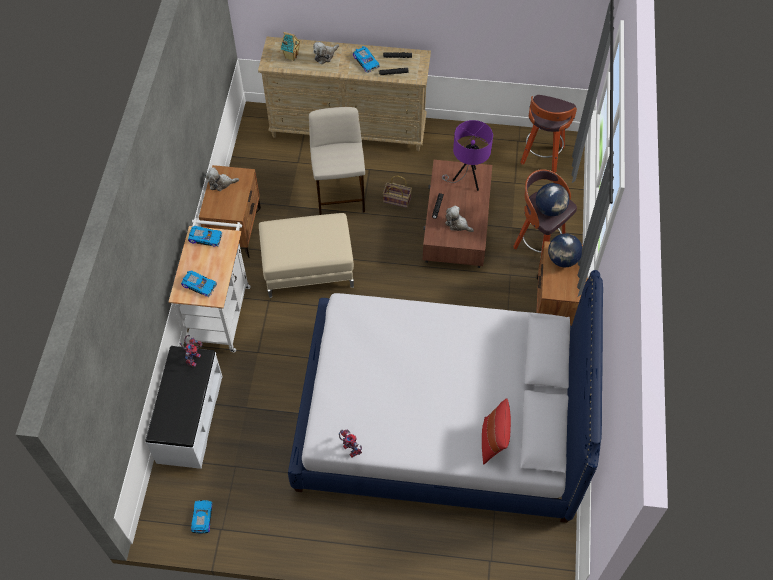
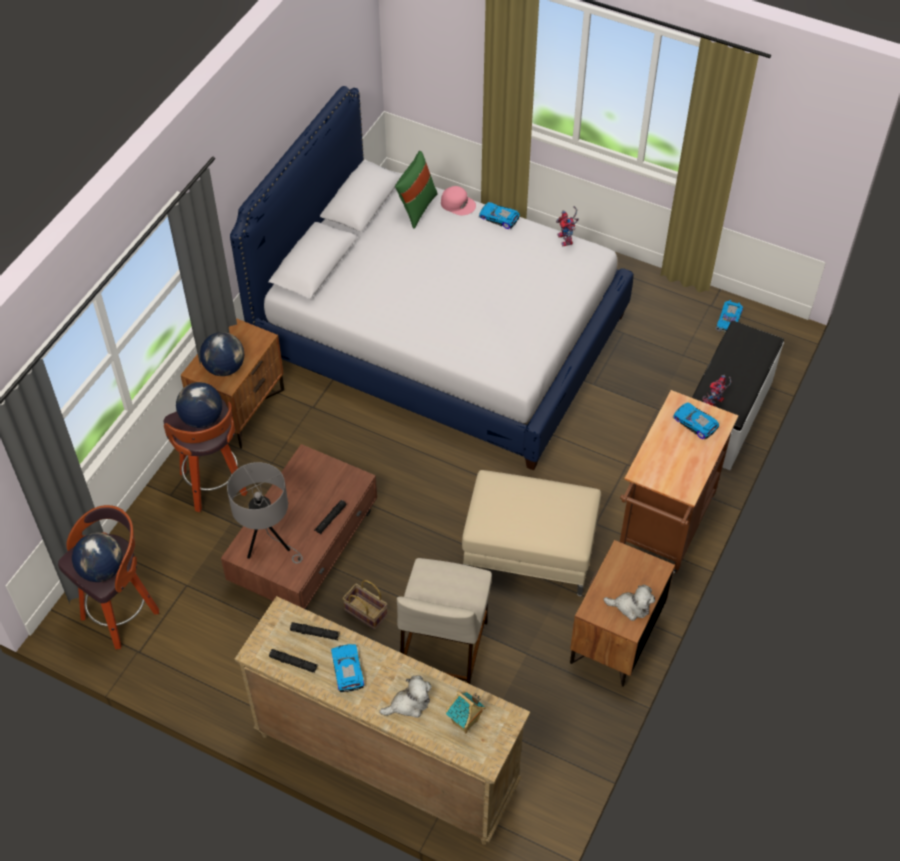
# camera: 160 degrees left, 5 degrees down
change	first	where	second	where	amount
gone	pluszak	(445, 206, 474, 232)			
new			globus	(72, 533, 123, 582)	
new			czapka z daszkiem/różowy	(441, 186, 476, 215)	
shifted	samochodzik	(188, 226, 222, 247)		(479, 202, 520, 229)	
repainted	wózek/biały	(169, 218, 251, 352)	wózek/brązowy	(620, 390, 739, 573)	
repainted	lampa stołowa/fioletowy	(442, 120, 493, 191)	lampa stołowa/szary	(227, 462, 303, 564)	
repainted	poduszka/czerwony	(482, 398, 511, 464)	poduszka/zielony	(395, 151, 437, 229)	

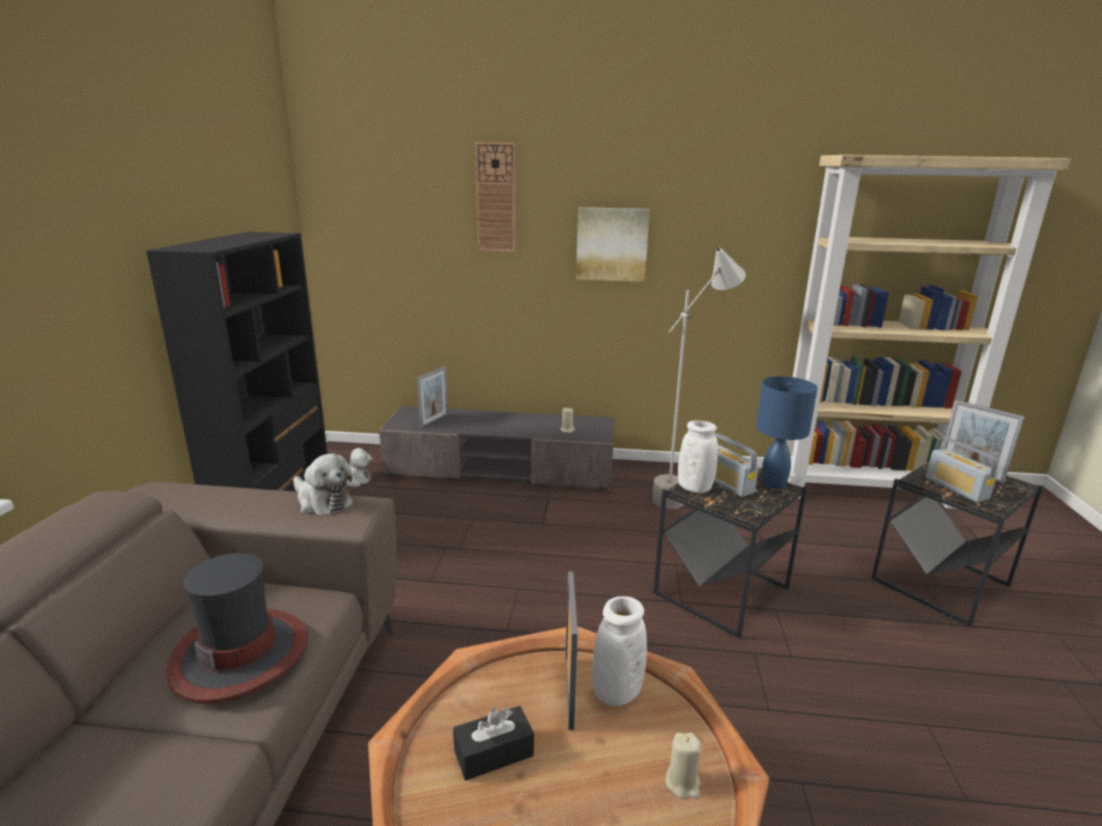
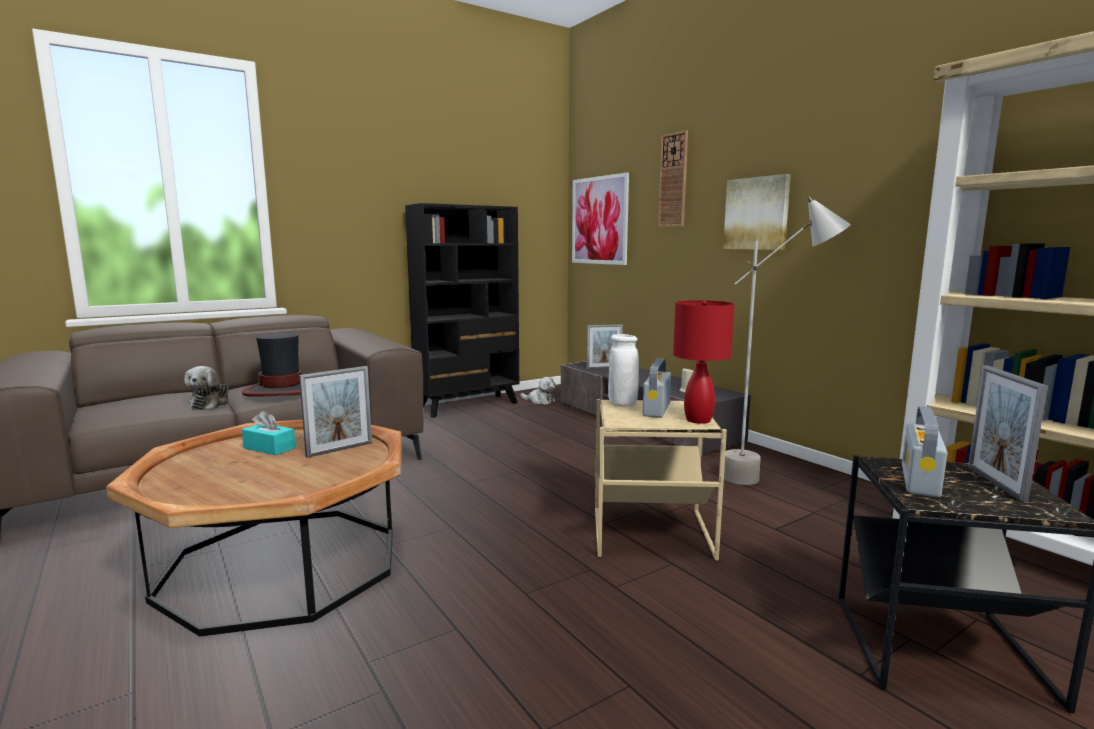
# camera: 50 degrees right, 10 degrees down
change	first	where	second	where	amount
gone	wazon/biały	(592, 596, 647, 706)			
gone	świeca/beżowy	(666, 733, 701, 799)			
new			obraz	(572, 173, 629, 265)	
shifted	pluszak	(294, 454, 353, 515)		(184, 366, 229, 410)	
repainted	pudełko chusteczek/czarny	(453, 706, 534, 781)	pudełko chusteczek/turkusowy	(242, 410, 296, 455)	
repainted	stolik/czarny	(653, 472, 807, 638)	stolik/beżowy	(595, 399, 727, 560)	
repainted	lampa stołowa/niebieski	(756, 376, 818, 489)	lampa stołowa/czerwony	(673, 300, 734, 424)	

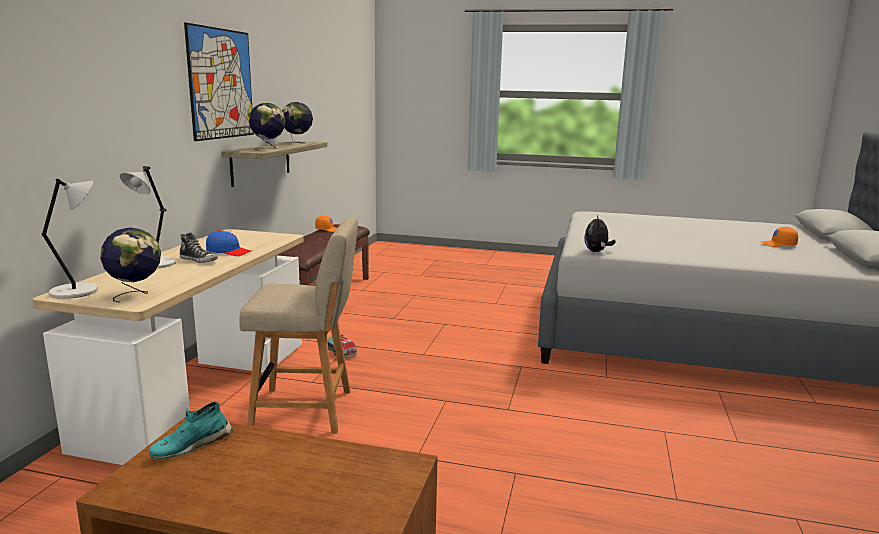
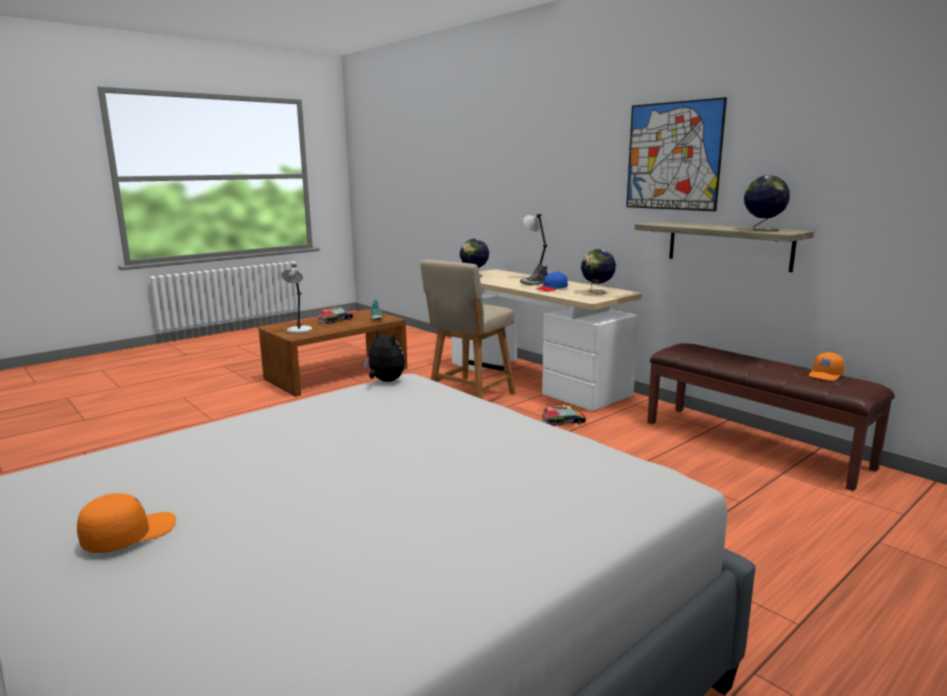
# camera: 125 degrees right, 0 degrees up
change	first	where	second	where	amount
new			ciężarówka zabawkowa	(318, 307, 353, 324)	
shifted	lampa stołowa/szary	(42, 178, 98, 299)		(281, 264, 312, 333)	
shifted	globus	(249, 103, 286, 150)		(581, 249, 616, 294)	

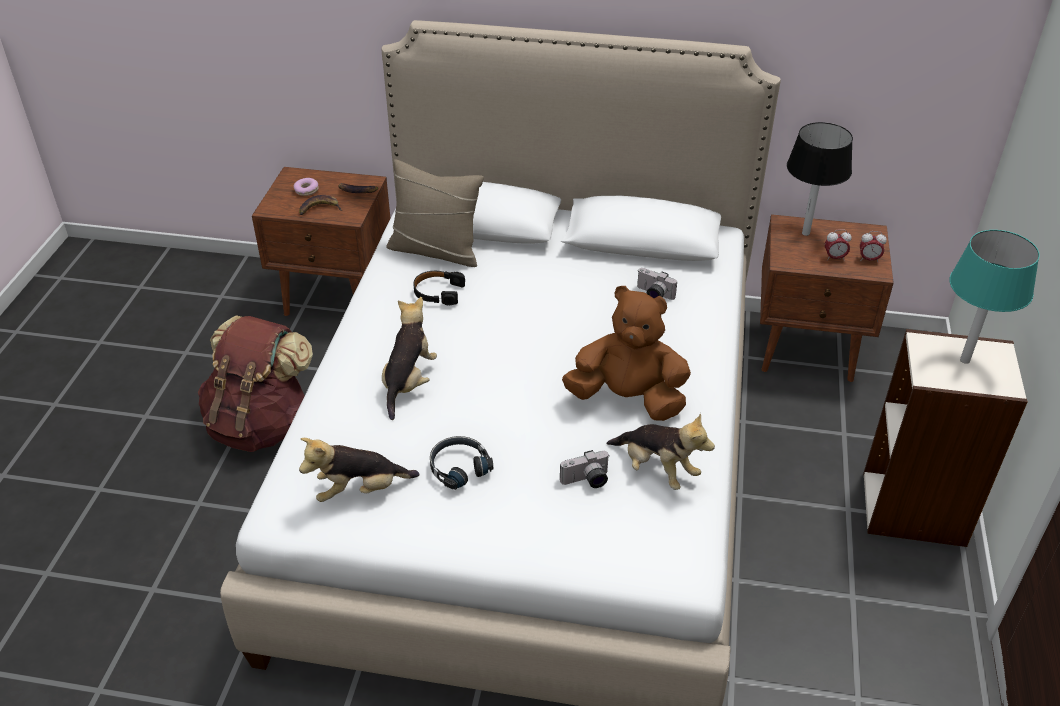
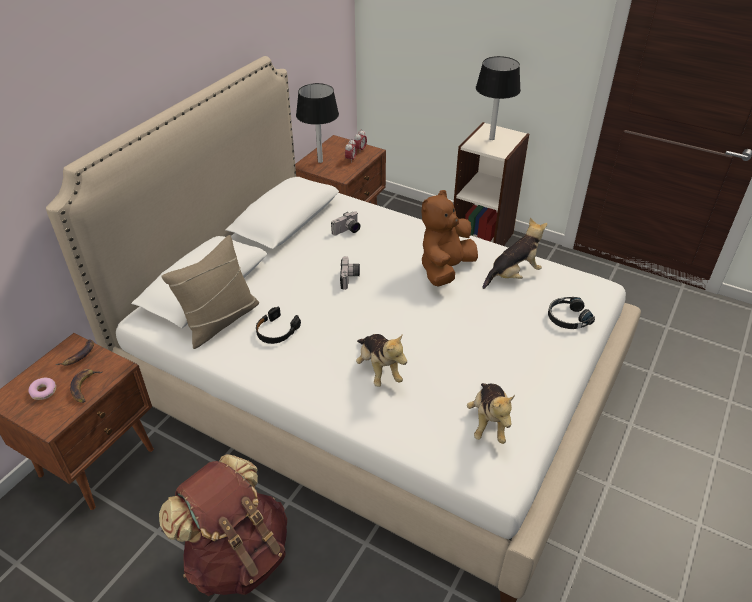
# camera: 70 degrees left, 0 degrees up
change	first	where	second	where	amount
shifted	słuchawki/czarny	(430, 436, 493, 490)		(548, 297, 595, 329)	
shifted	aparat fotograficzny	(560, 450, 609, 488)		(340, 256, 360, 290)	
repainted	lampa stołowa/turkusowy	(949, 230, 1040, 364)	lampa stołowa/czarny	(476, 56, 521, 140)	
rotated	pluszak	(382, 297, 437, 420)		(356, 334, 407, 387)	150 degrees counterclockwise

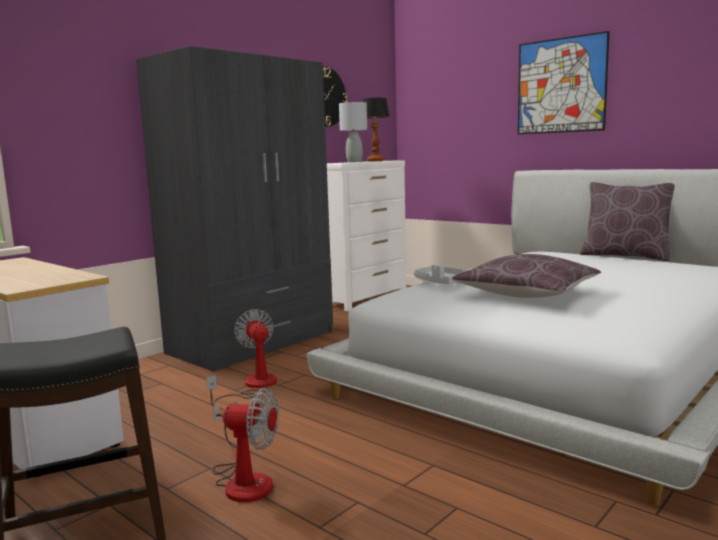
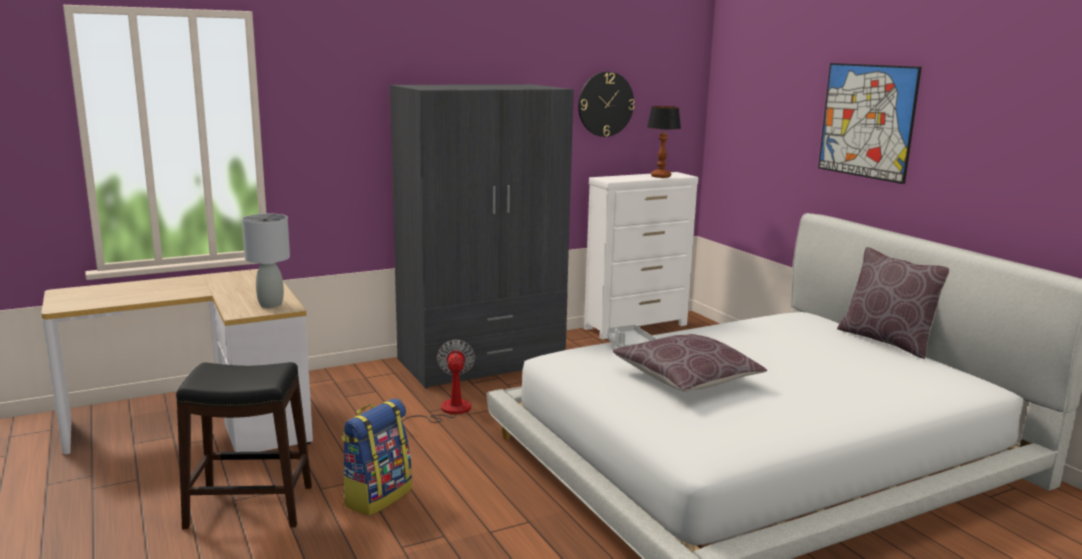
# camera: 20 degrees right, 5 degrees up
change	first	where	second	where	amount
shifted	lampa stołowa/szary	(339, 102, 367, 163)		(242, 214, 290, 308)	
swapped	wentylator	(212, 388, 279, 502)	plecak	(341, 399, 412, 516)	

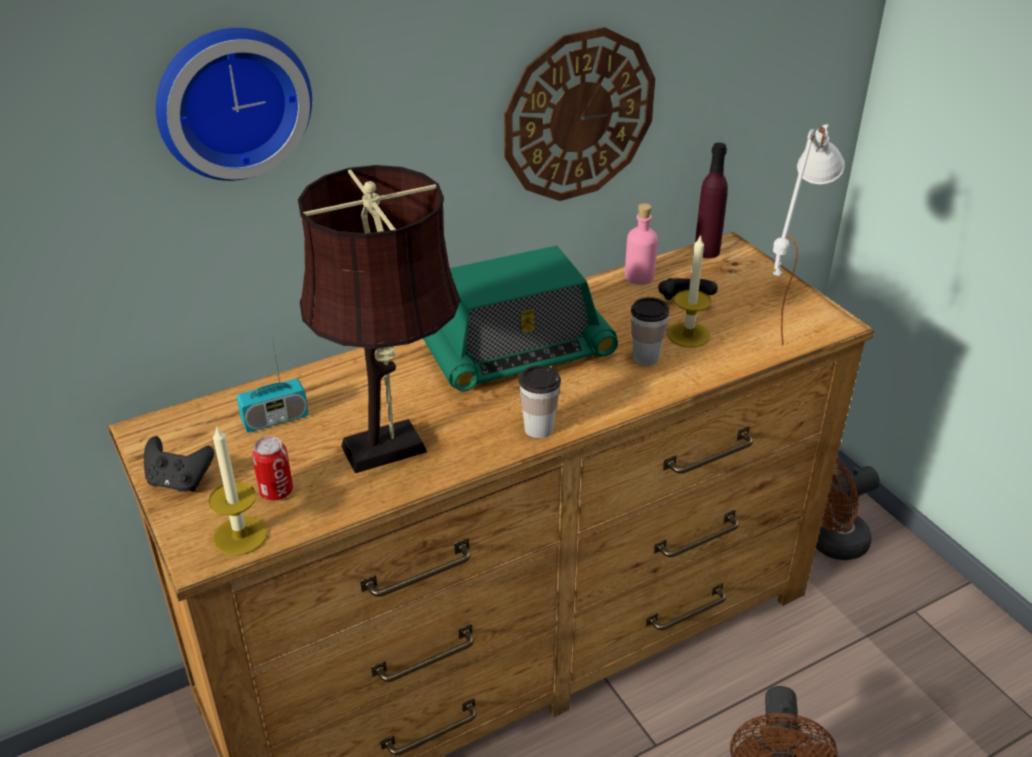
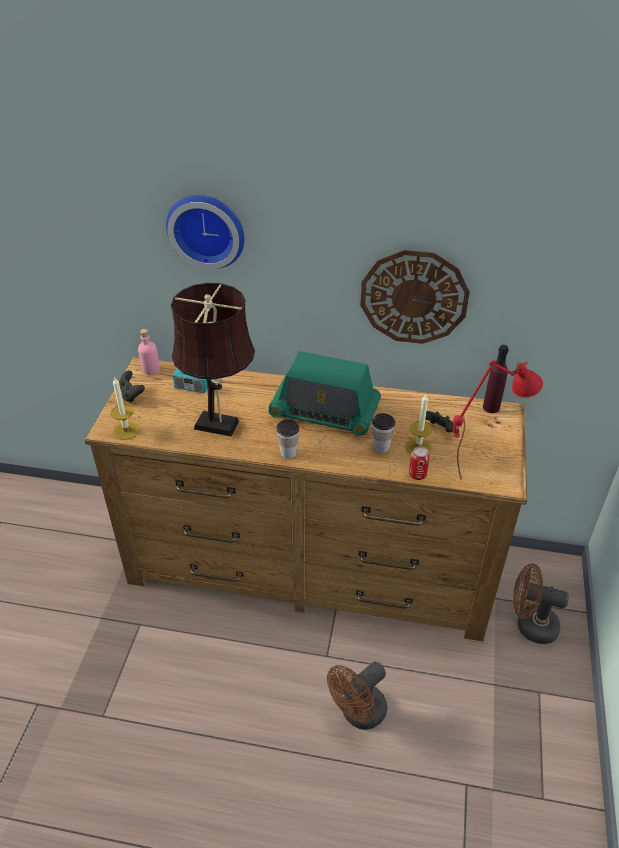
# camera: 40 degrees right, 5 degrees up
change	first	where	second	where	amount
shifted	puszka	(252, 436, 293, 501)		(409, 446, 430, 480)	
shifted	butelka/różowy	(625, 203, 658, 285)		(138, 329, 160, 375)	
repainted	lampa stołowa/biały	(773, 124, 845, 346)	lampa stołowa/czerwony	(452, 360, 543, 479)	

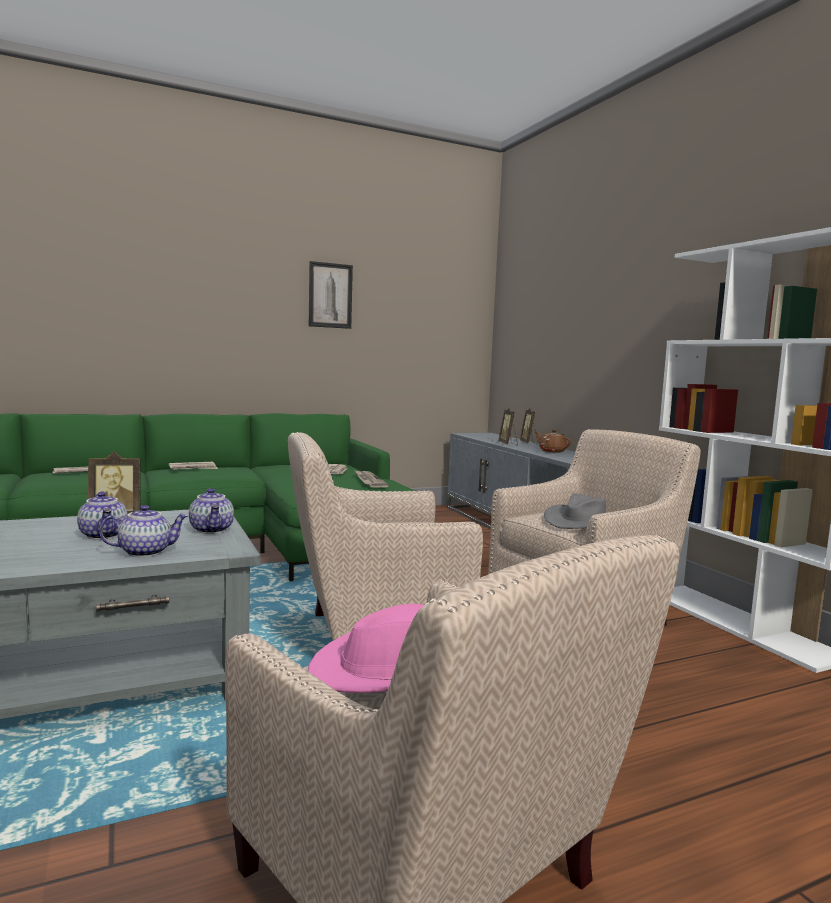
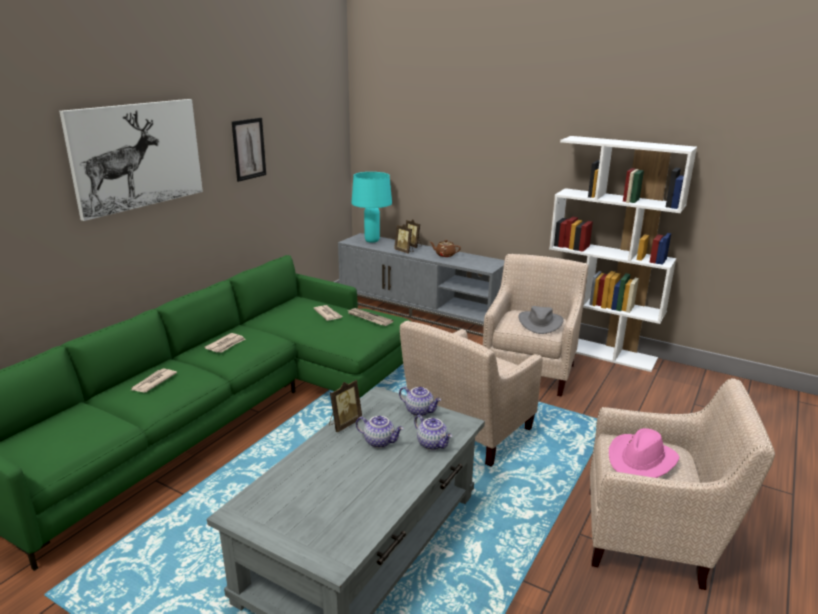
# camera: 35 degrees left, 15 degrees up
change	first	where	second	where	amount
new			obraz	(59, 99, 203, 221)	
new			lampa stołowa/turkusowy	(351, 172, 392, 243)	
rotated	imbryk	(99, 505, 188, 557)		(414, 415, 452, 450)	105 degrees clockwise

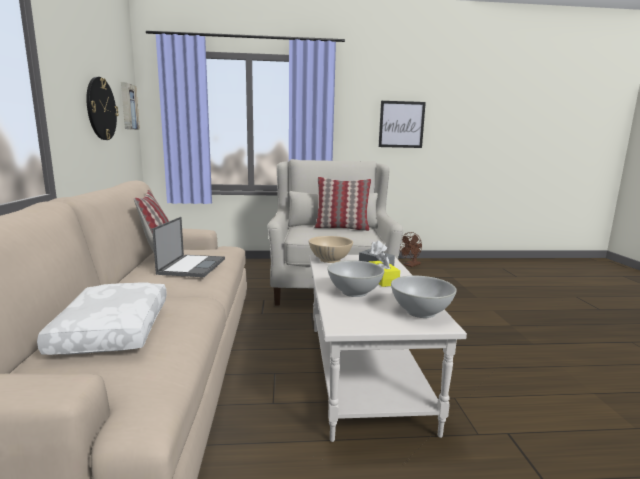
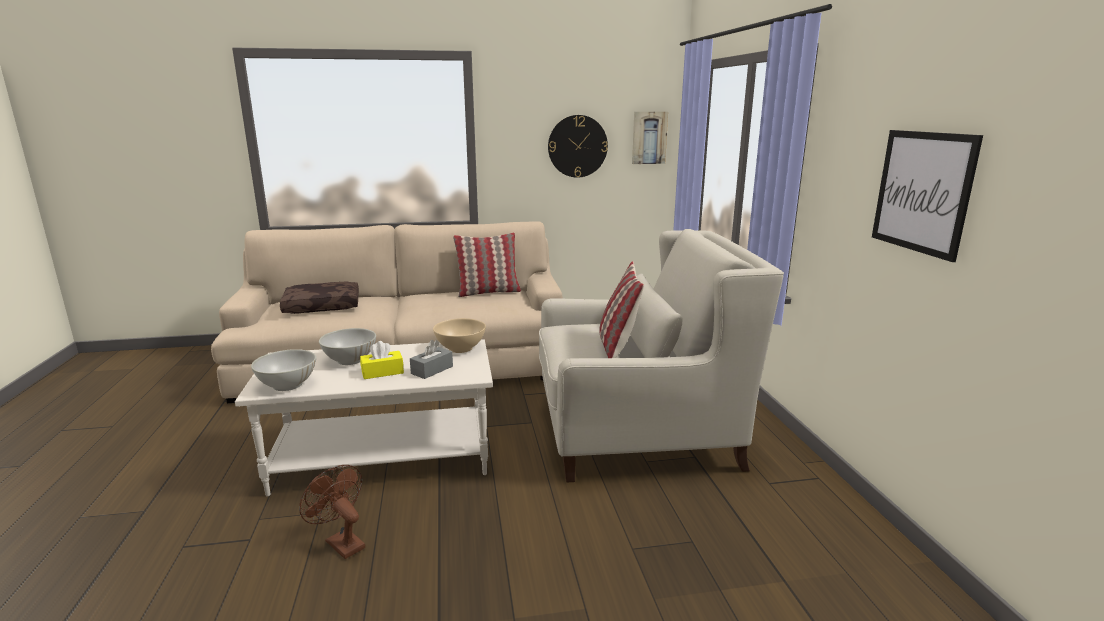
# camera: 85 degrees right, 5 degrees up
change	first	where	second	where	amount
gone	laptop	(152, 217, 225, 277)			
shifted	wentylator/brązowy	(400, 232, 422, 267)		(299, 465, 365, 559)	
repainted	poduszka/biały	(37, 282, 167, 355)	poduszka/brązowy	(280, 282, 359, 314)	

